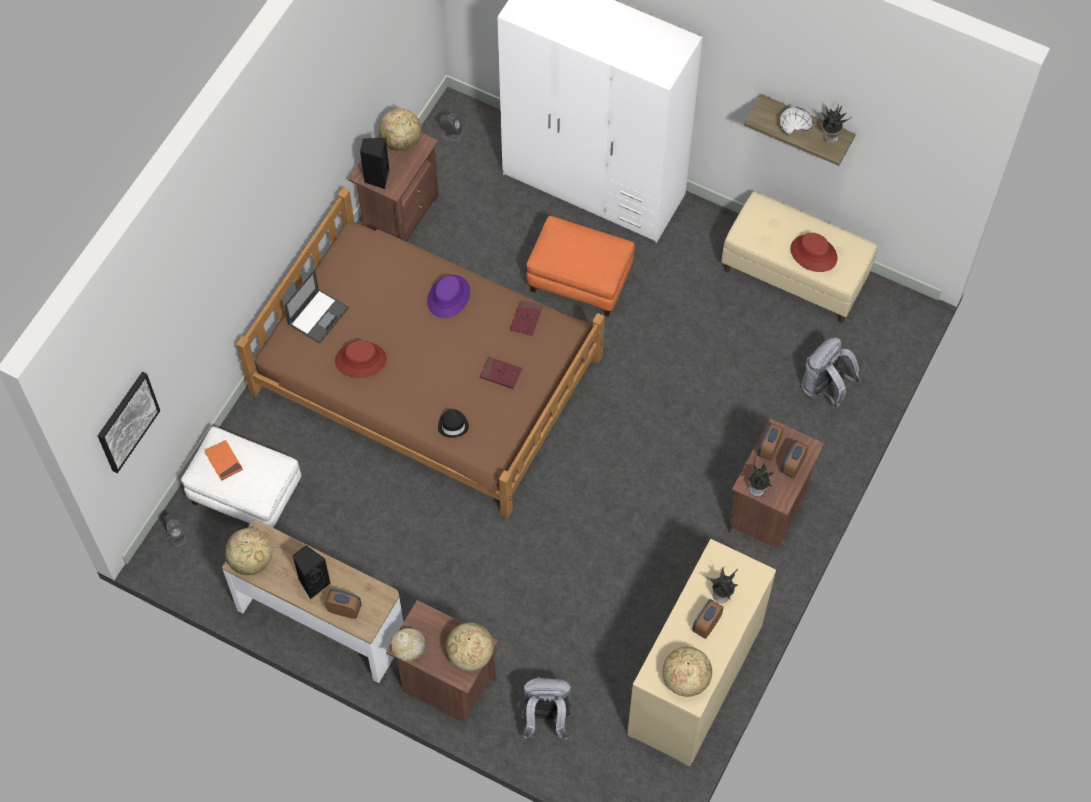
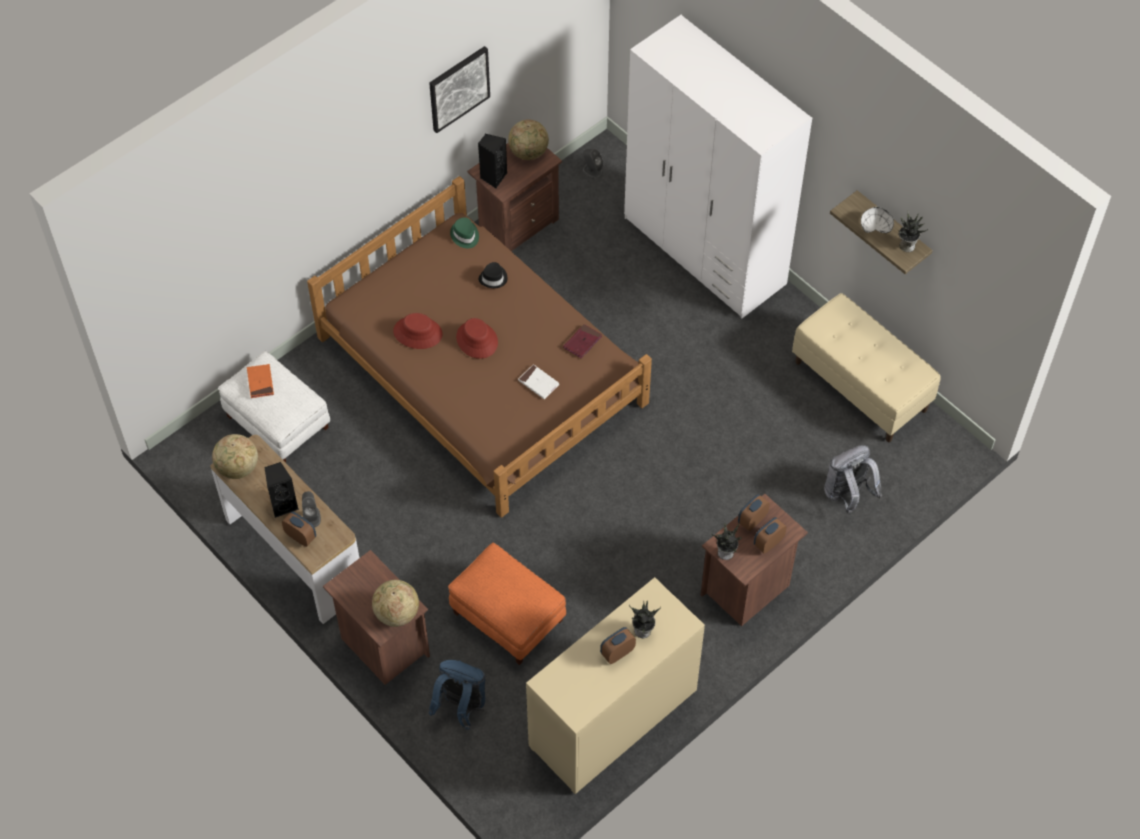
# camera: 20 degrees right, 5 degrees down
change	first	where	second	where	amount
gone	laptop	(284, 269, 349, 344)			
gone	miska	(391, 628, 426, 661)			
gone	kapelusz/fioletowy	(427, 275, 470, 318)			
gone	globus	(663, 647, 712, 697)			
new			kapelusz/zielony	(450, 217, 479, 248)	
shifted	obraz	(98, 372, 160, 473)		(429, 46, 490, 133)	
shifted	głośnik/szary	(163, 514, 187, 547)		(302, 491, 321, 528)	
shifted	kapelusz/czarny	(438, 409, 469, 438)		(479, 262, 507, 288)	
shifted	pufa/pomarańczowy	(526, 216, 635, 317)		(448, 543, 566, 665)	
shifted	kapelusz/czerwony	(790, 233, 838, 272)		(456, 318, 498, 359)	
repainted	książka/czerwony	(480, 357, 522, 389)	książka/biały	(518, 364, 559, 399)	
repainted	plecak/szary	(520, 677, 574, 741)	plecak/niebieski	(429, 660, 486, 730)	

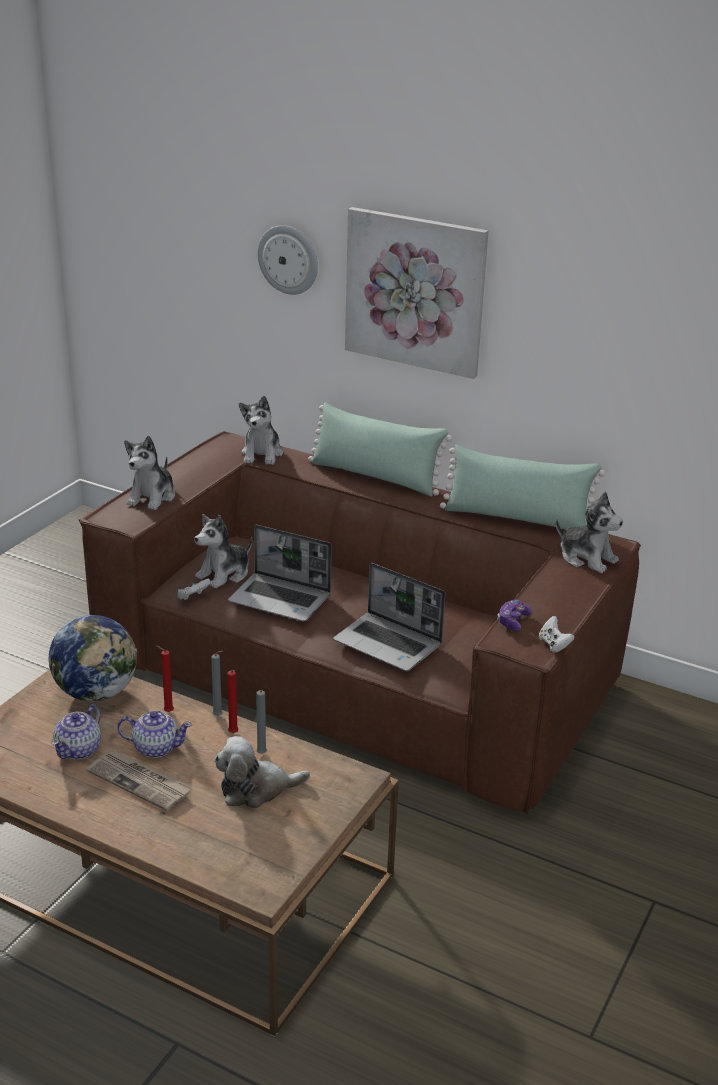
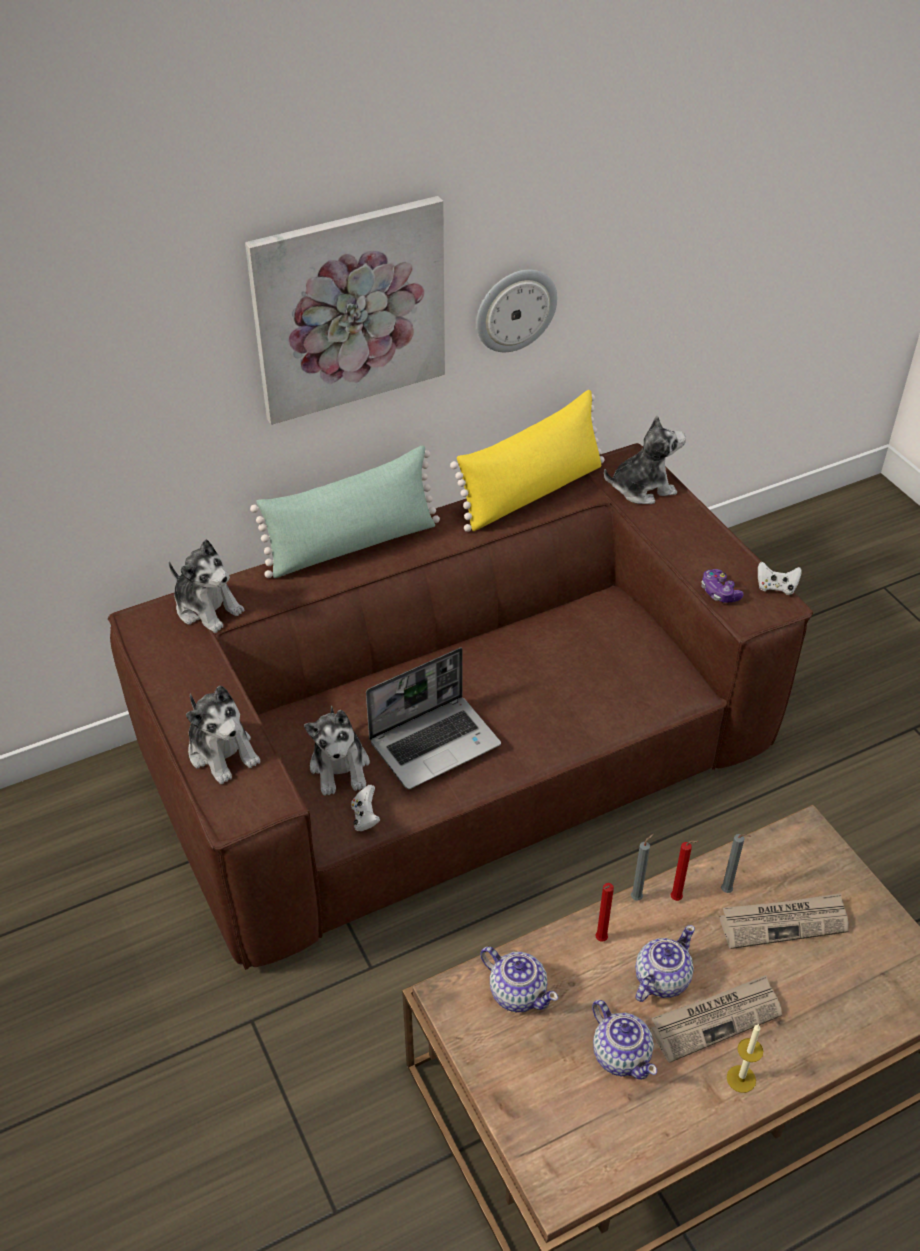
# camera: 55 degrees left, 15 degrees up
change	first	where	second	where	amount
gone	laptop	(333, 563, 446, 671)			
new			świeca	(727, 1024, 763, 1093)	
shifted	zegar ścienny	(258, 225, 318, 295)		(476, 270, 557, 352)	
swapped	globus	(49, 615, 137, 702)	imbryk	(480, 947, 558, 1012)	
swapped	pluszak	(214, 736, 310, 808)	gazeta	(720, 893, 849, 949)	
repainted	poduszka/zielony	(440, 445, 605, 530)	poduszka/żółty	(450, 390, 605, 532)	

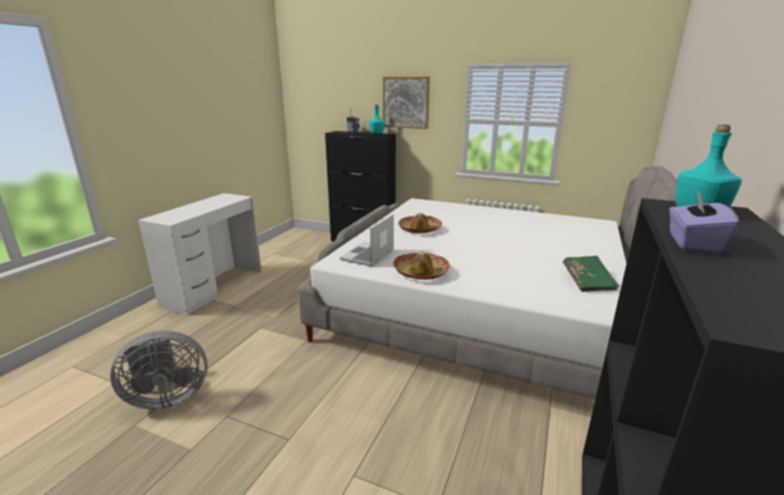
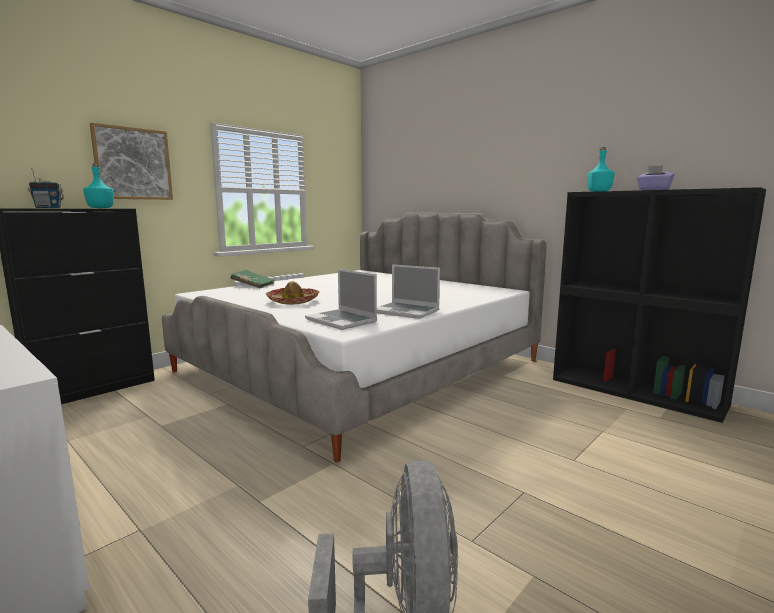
# camera: 70 degrees left, 10 degrees down
change	first	where	second	where	amount
shifted	książka/zielony	(563, 256, 619, 292)		(230, 270, 275, 289)	
swapped	kapelusz	(393, 252, 450, 280)	laptop	(377, 264, 440, 319)	

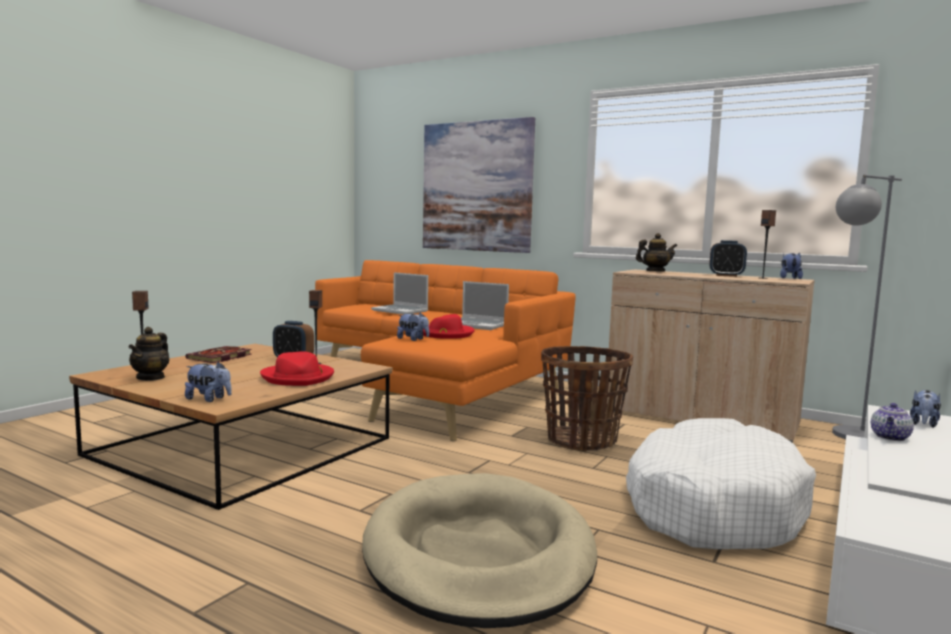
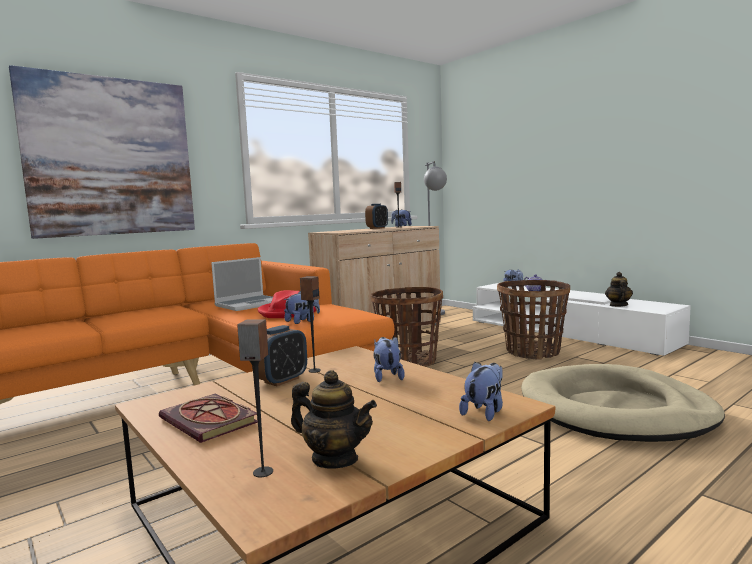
# camera: 70 degrees left, 0 degrees up
change	first	where	second	where	amount
gone	laptop	(371, 272, 428, 315)			
shifted	imbryk	(636, 233, 677, 272)		(605, 272, 633, 307)	
swapped	kapelusz/czerwony	(260, 351, 334, 386)	pluszak	(373, 337, 405, 382)	
swapped	legowisko/biały	(626, 418, 816, 549)	koszyk	(497, 280, 570, 360)	

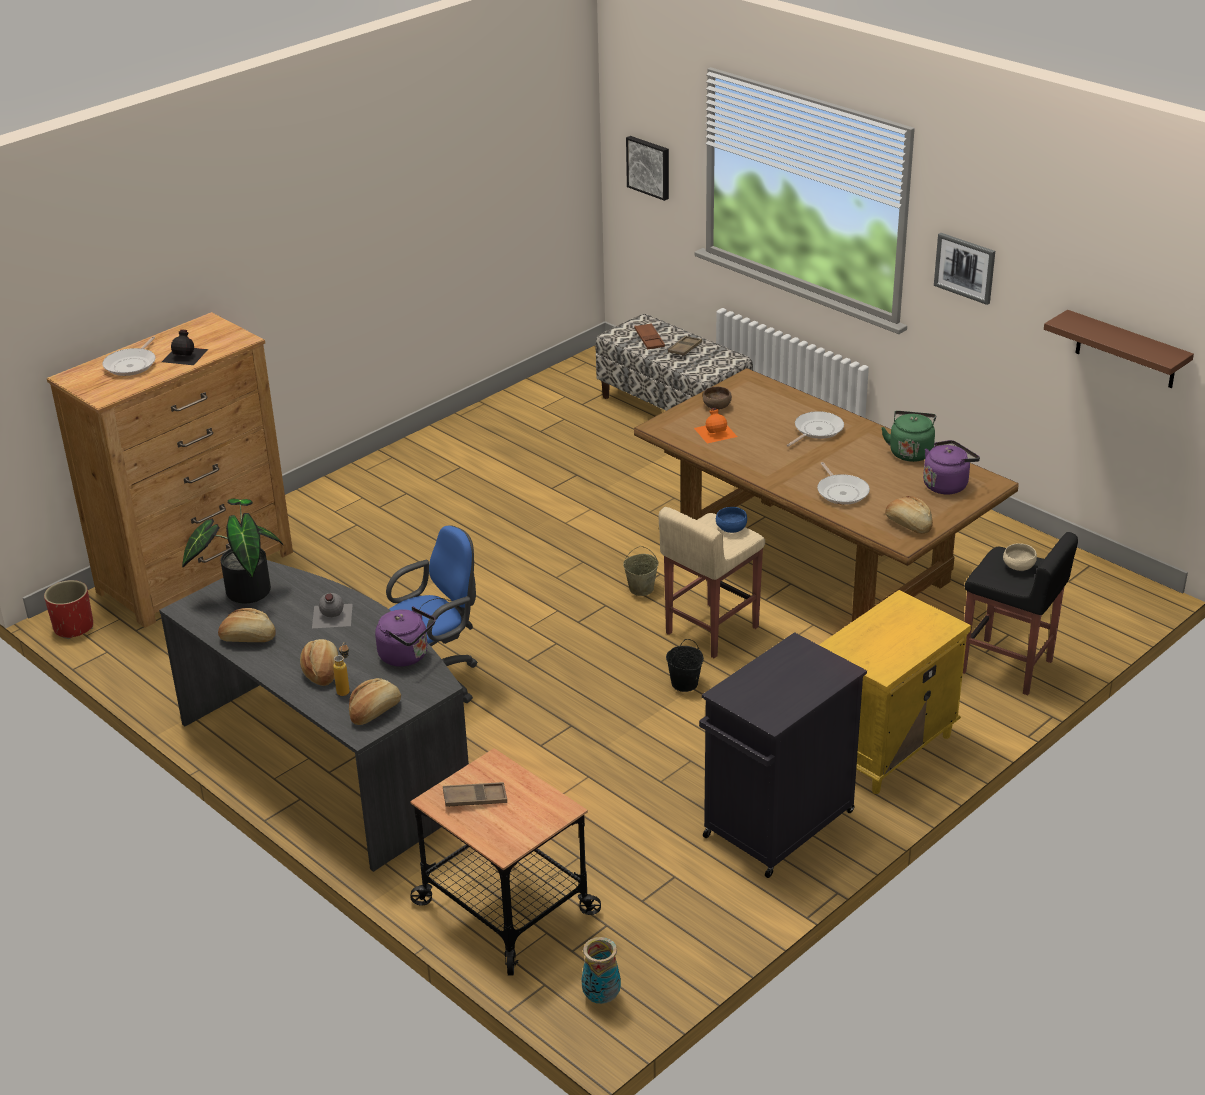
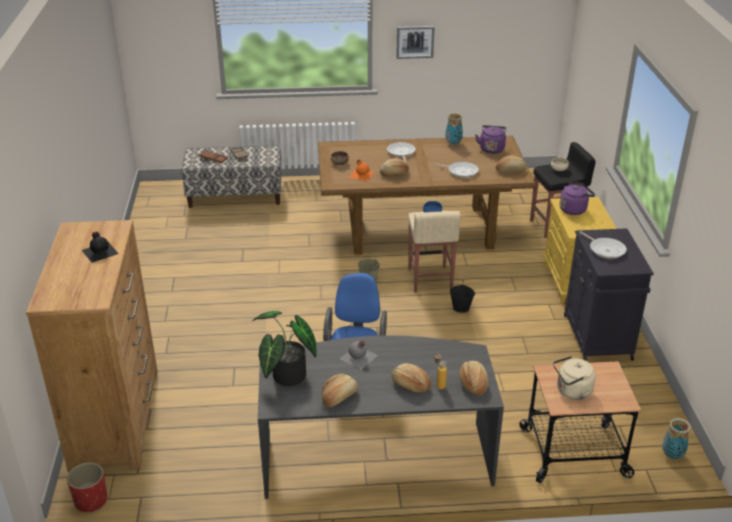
# camera: 50 degrees left, 0 degrees up
change	first	where	second	where	amount
gone	obraz	(626, 136, 669, 201)			
gone	półka/brązowy	(1044, 310, 1194, 388)			
new			chleb	(380, 158, 409, 177)	
shifted	patelnia	(103, 336, 155, 376)		(579, 231, 627, 259)	
shifted	czajnik/fioletowy	(375, 607, 435, 667)		(560, 182, 595, 215)	
swapped	taca/brązowy	(443, 782, 507, 807)	czajnik/beżowy	(553, 356, 595, 400)	
swapped	czajnik/zielony	(881, 411, 936, 462)	wazon	(445, 113, 463, 145)	

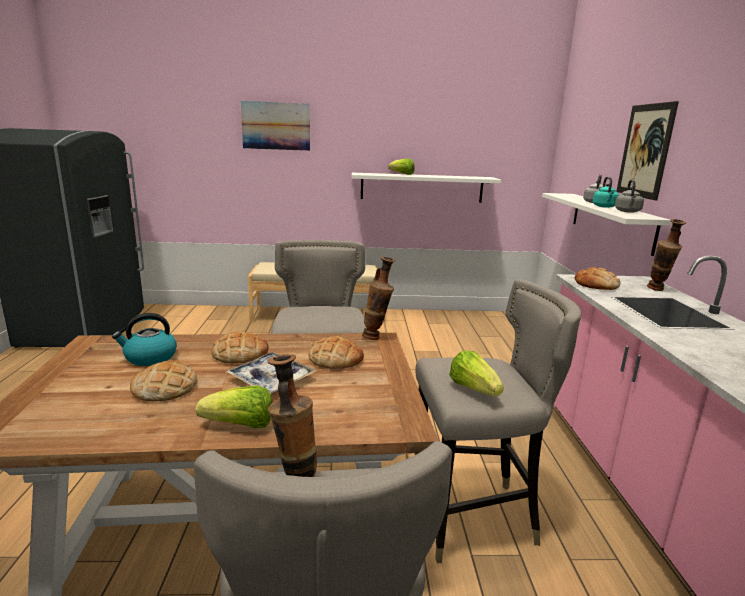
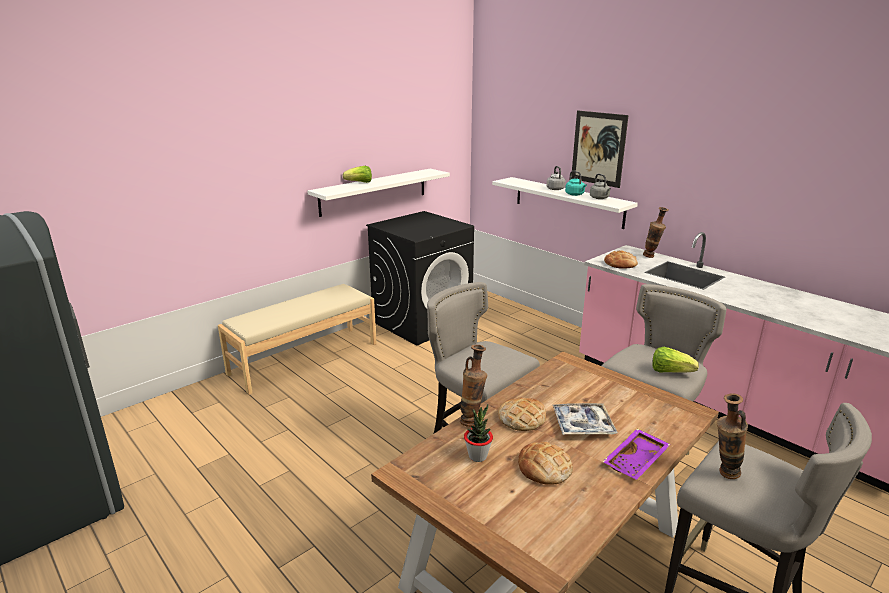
# camera: 40 degrees left, 5 degrees up
change	first	where	second	where	amount
gone	obraz	(241, 101, 310, 151)			
gone	chleb	(309, 336, 364, 369)			
new			pralka/czarny	(366, 211, 474, 346)	
shifted	wazon	(362, 257, 395, 340)		(460, 345, 487, 427)	
swapped	czajnik	(112, 313, 177, 366)	roślina doniczkowa	(464, 404, 493, 462)	
swapped	sałata	(196, 386, 272, 428)	taca/fioletowy	(603, 429, 671, 480)	

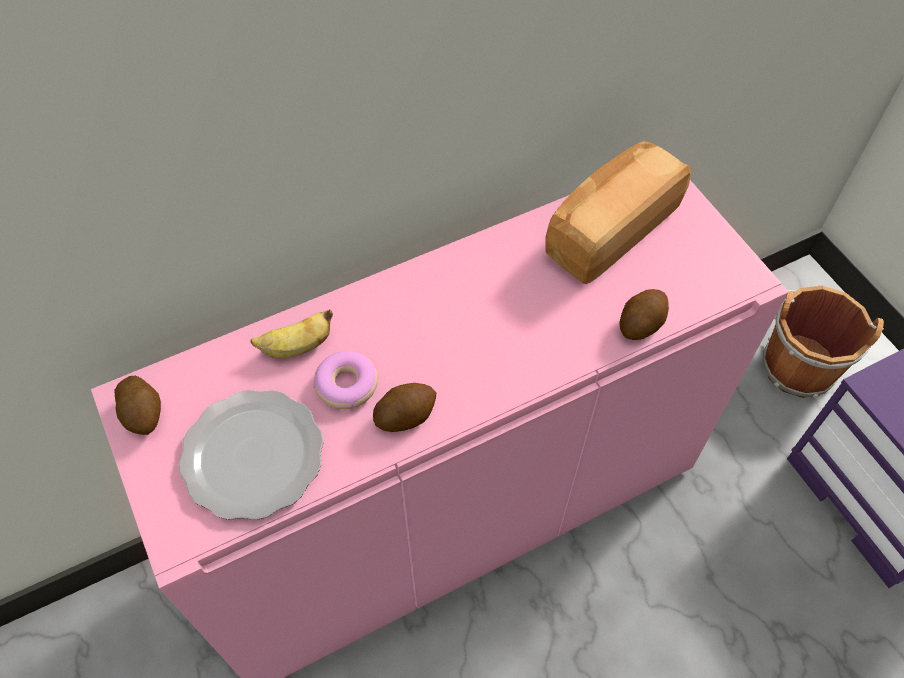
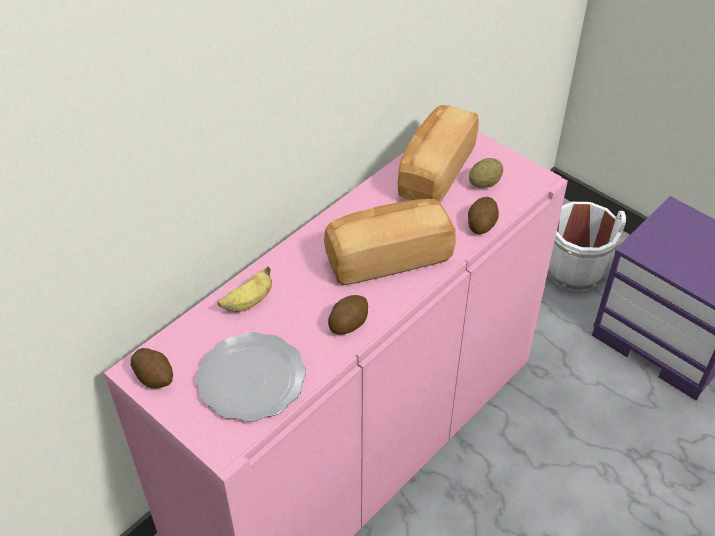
# camera: 20 degrees left, 10 degrees down
change	first	where	second	where	amount
gone	donut	(313, 351, 378, 409)			
new			chleb	(324, 199, 456, 285)	
new			ziemniak	(469, 158, 503, 188)	
repainted	wiadro/brązowy	(763, 286, 884, 398)	wiadro/biały	(548, 202, 626, 291)	

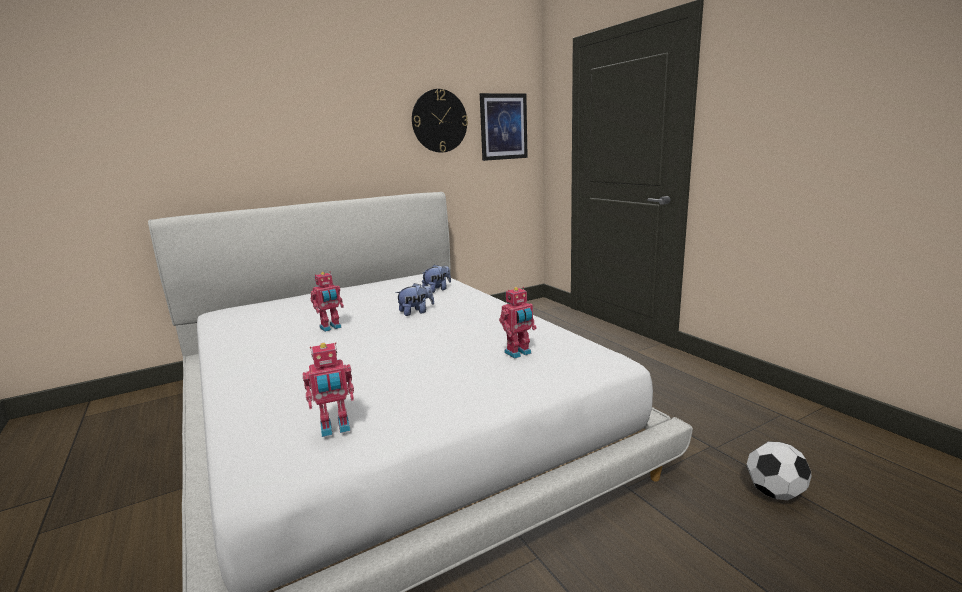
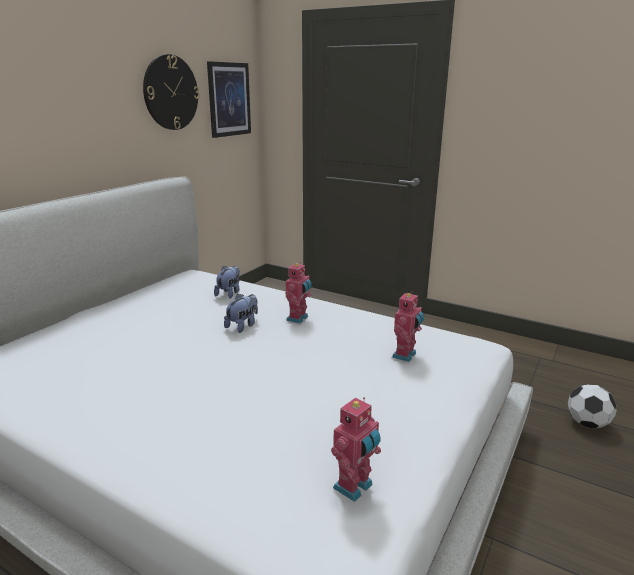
# camera: 30 degrees left, 5 degrees up
change	first	where	second	where	amount
shifted	robot zabawkowy	(311, 272, 344, 332)		(285, 262, 312, 324)	

